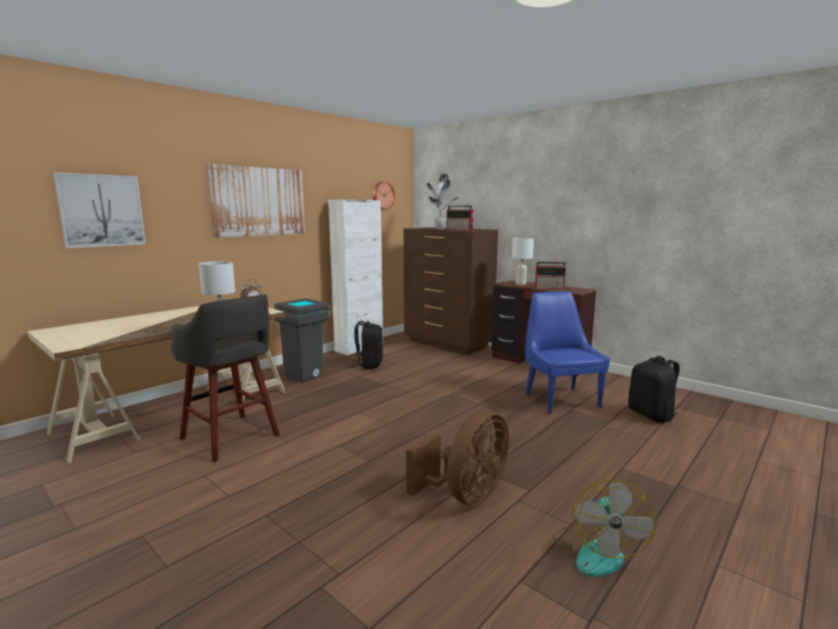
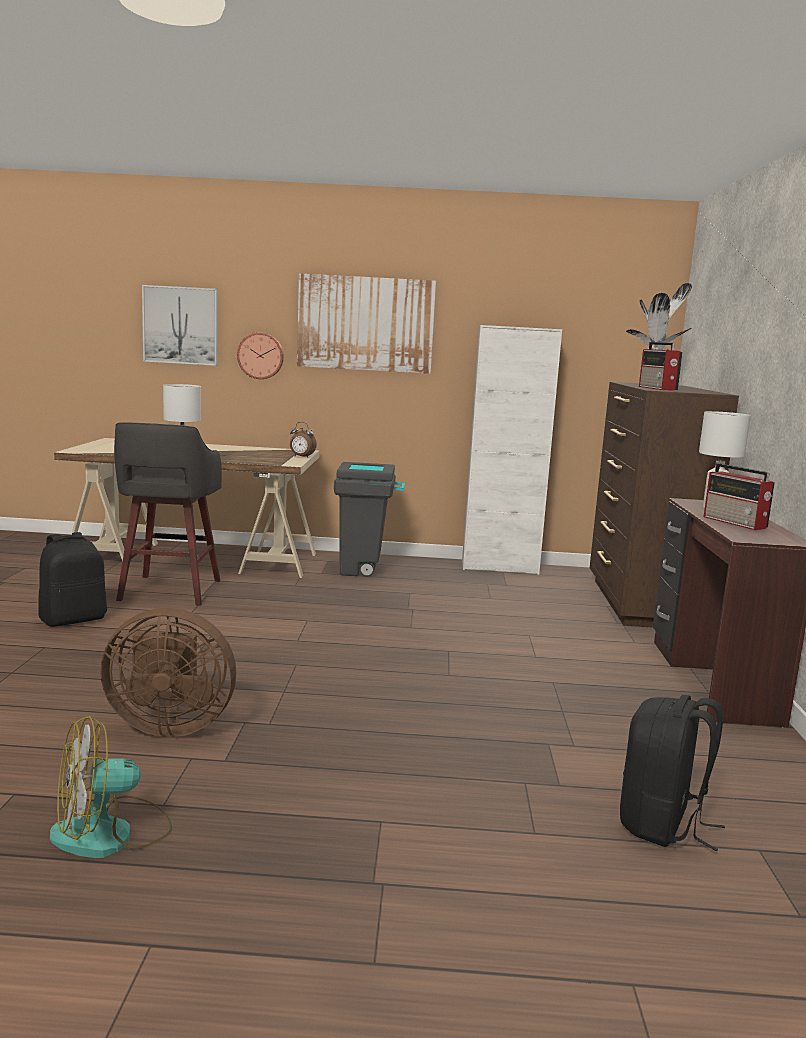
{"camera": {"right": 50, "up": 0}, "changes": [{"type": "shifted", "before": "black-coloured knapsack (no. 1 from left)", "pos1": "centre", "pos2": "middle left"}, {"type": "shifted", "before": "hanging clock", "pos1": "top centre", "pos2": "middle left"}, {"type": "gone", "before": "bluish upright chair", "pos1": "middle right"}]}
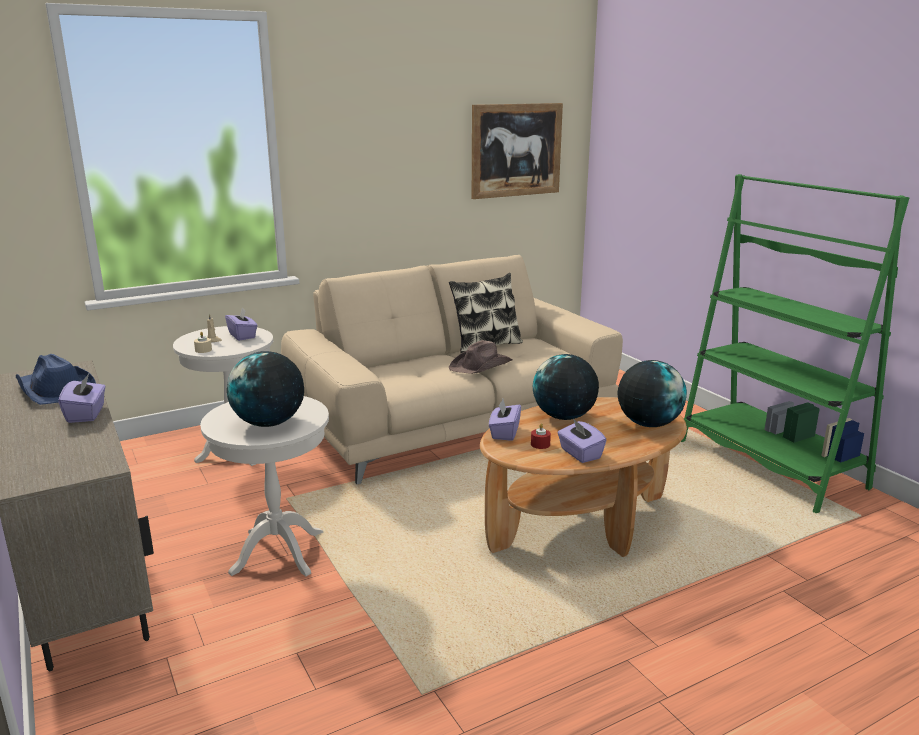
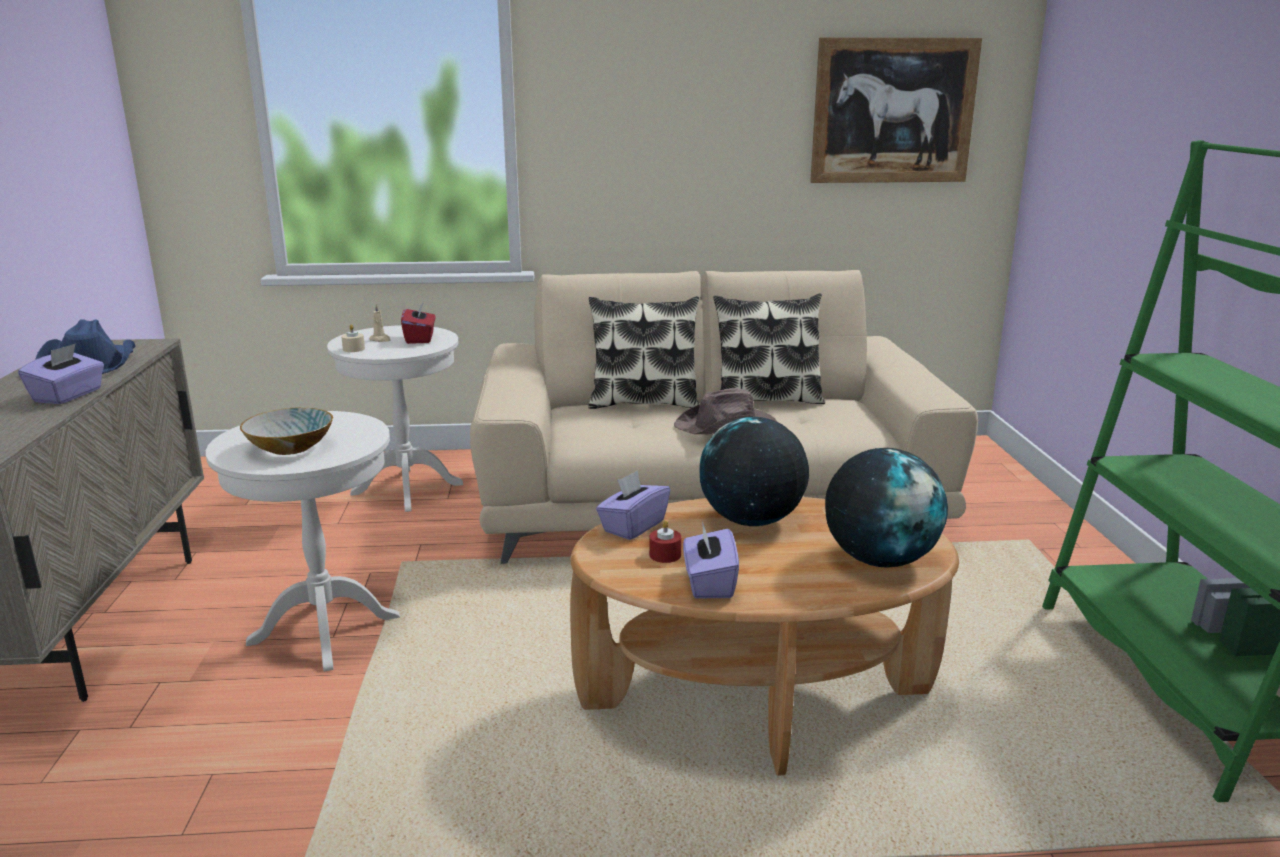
{"camera": {"right": 25, "up": 0}, "changes": [{"type": "swapped", "before": "globe (no. 1 from left)", "after": "deep dish", "pos1": "middle left", "pos2": "middle left"}, {"type": "repainted", "before": "purple box of tissues (no. 2 from left)", "after": "red-coloured box of tissues", "pos1": "middle left", "pos2": "middle left"}, {"type": "new", "after": "cushion (no. 1 from left)", "pos2": "centre"}]}
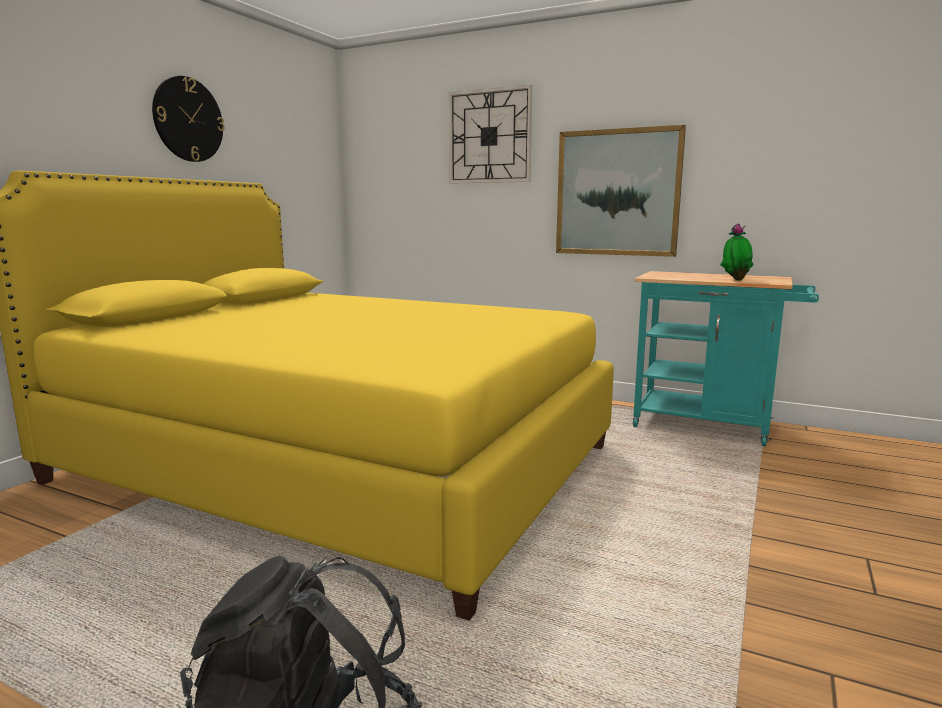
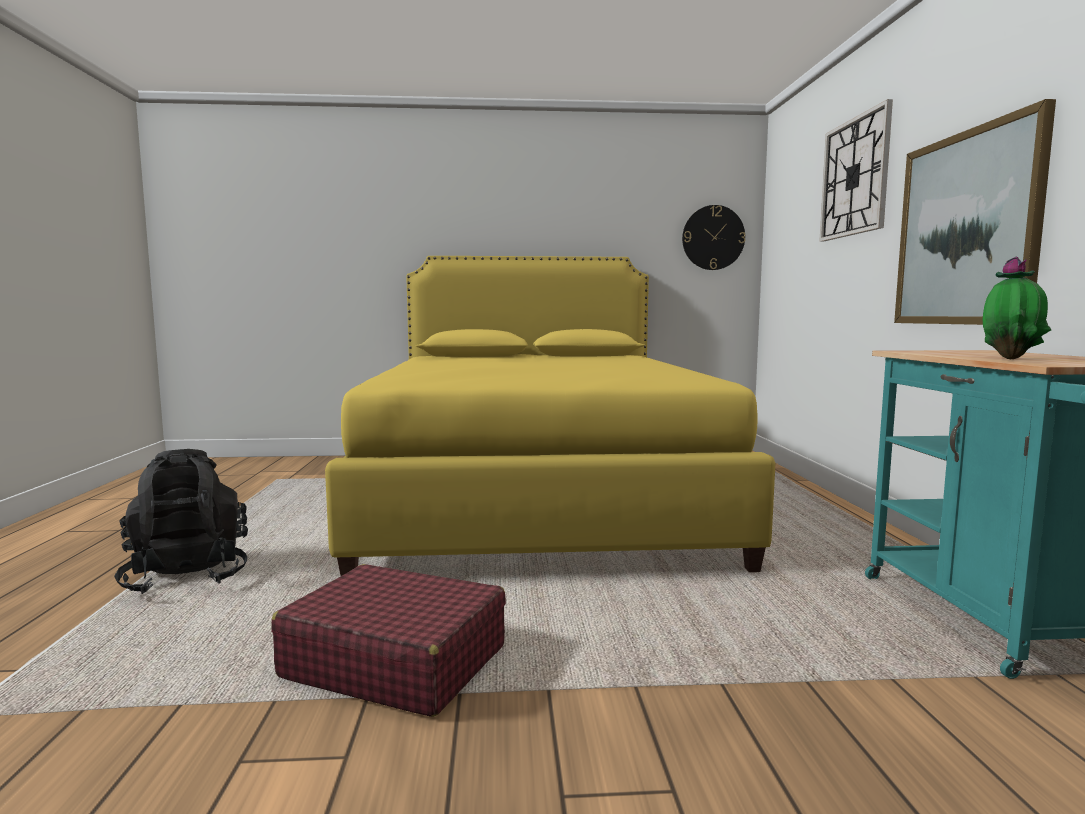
{"camera": {"right": 60, "up": -5}, "changes": [{"type": "new", "after": "red-coloured travel case", "pos2": "bottom centre"}, {"type": "shifted", "before": "hanging clock (no. 1 from left)", "pos1": "top left", "pos2": "top centre"}]}
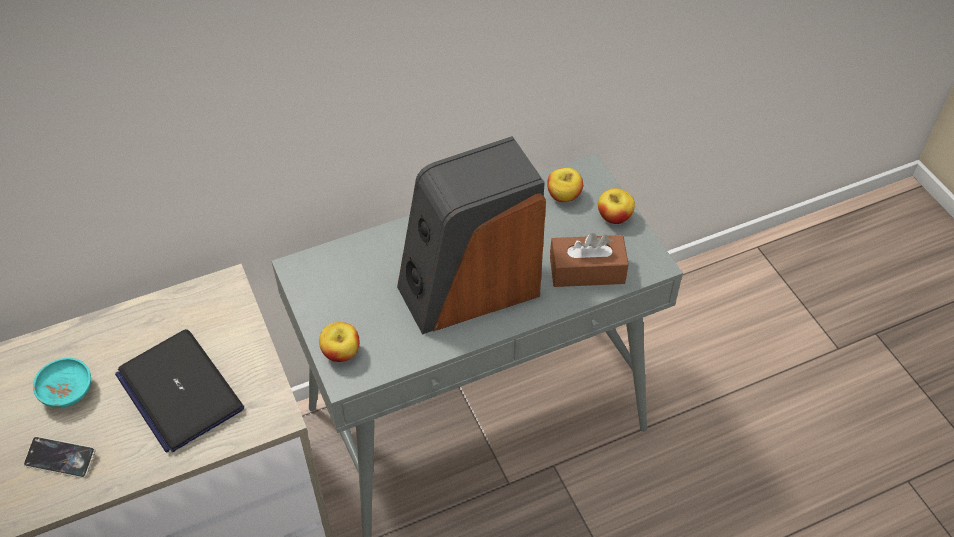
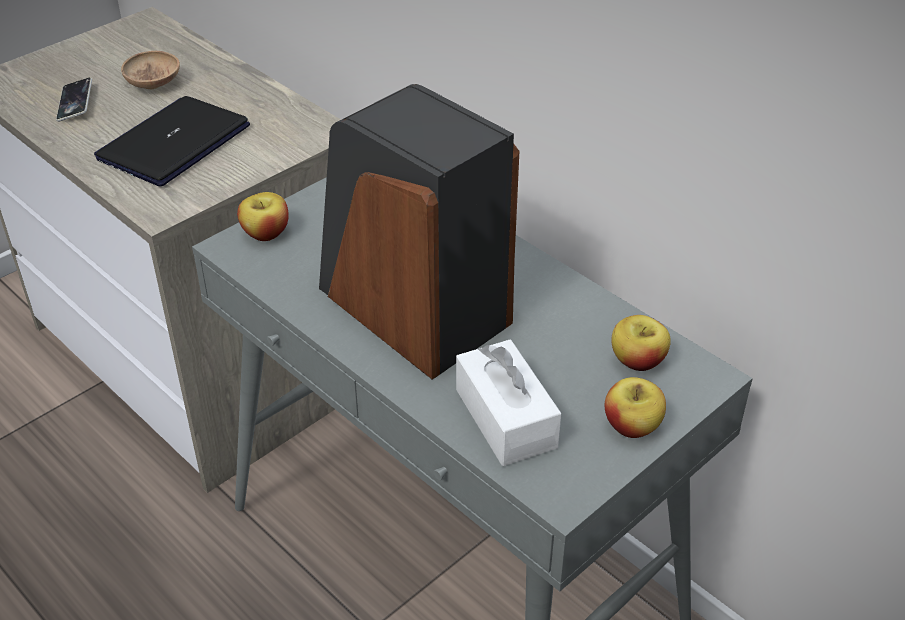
{"camera": {"right": 70, "up": -10}, "changes": [{"type": "repainted", "before": "turquoise deep dish", "after": "brown deep dish", "pos1": "bottom left", "pos2": "top left"}, {"type": "repainted", "before": "brown box of tissues", "after": "white-coloured box of tissues", "pos1": "centre", "pos2": "centre"}]}
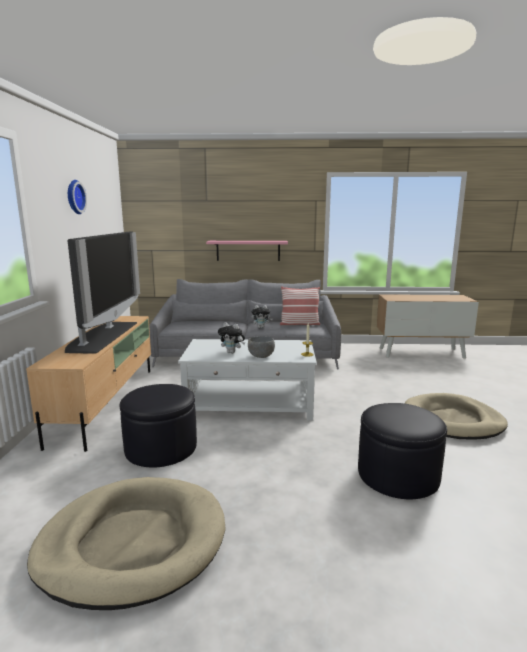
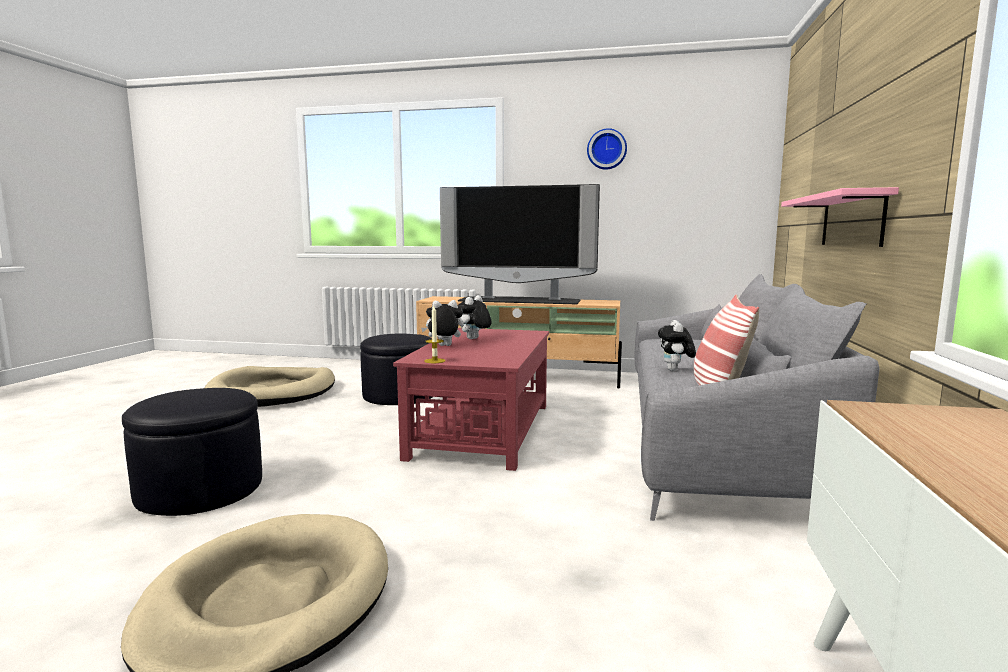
{"camera": {"right": 100, "up": -5}, "changes": [{"type": "repainted", "before": "white-coloured coffee table", "after": "red-coloured coffee table", "pos1": "centre", "pos2": "centre"}, {"type": "swapped", "before": "gray deep dish", "after": "plush toy (no. 1 from left)", "pos1": "centre", "pos2": "centre"}]}
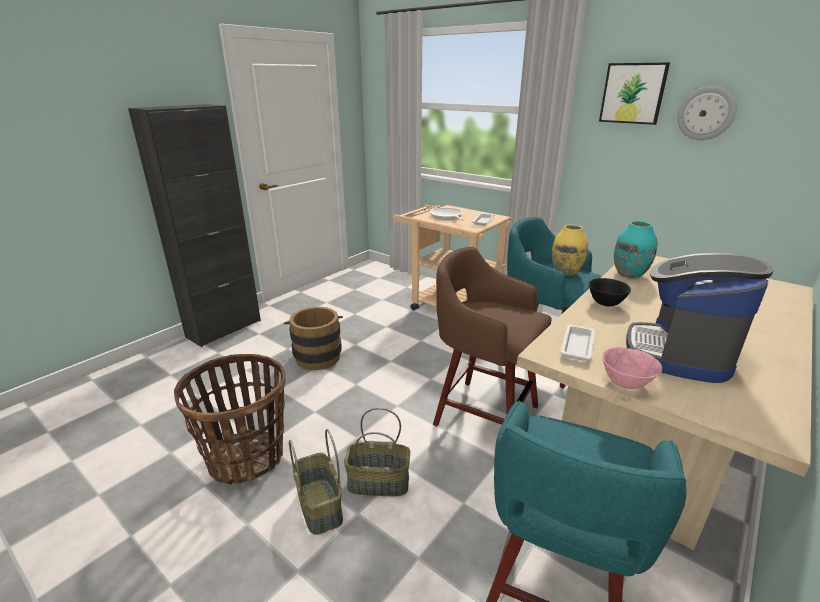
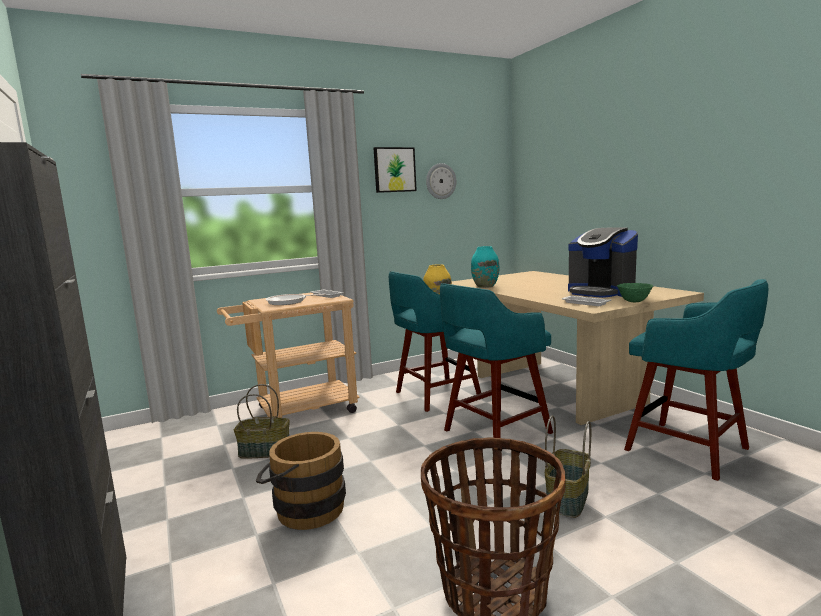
{"camera": {"right": -65, "up": -15}, "changes": [{"type": "shifted", "before": "household basket (no. 2 from left in the first image)", "after": "household basket (no. 1 from left)", "pos1": "bottom centre", "pos2": "bottom left"}, {"type": "repainted", "before": "brown stool", "after": "turquoise stool (no. 2 from left)", "pos1": "centre", "pos2": "centre"}, {"type": "repainted", "before": "pinkish deep dish", "after": "green deep dish", "pos1": "middle right", "pos2": "middle right"}, {"type": "gone", "before": "black-coloured deep dish", "pos1": "middle right"}]}
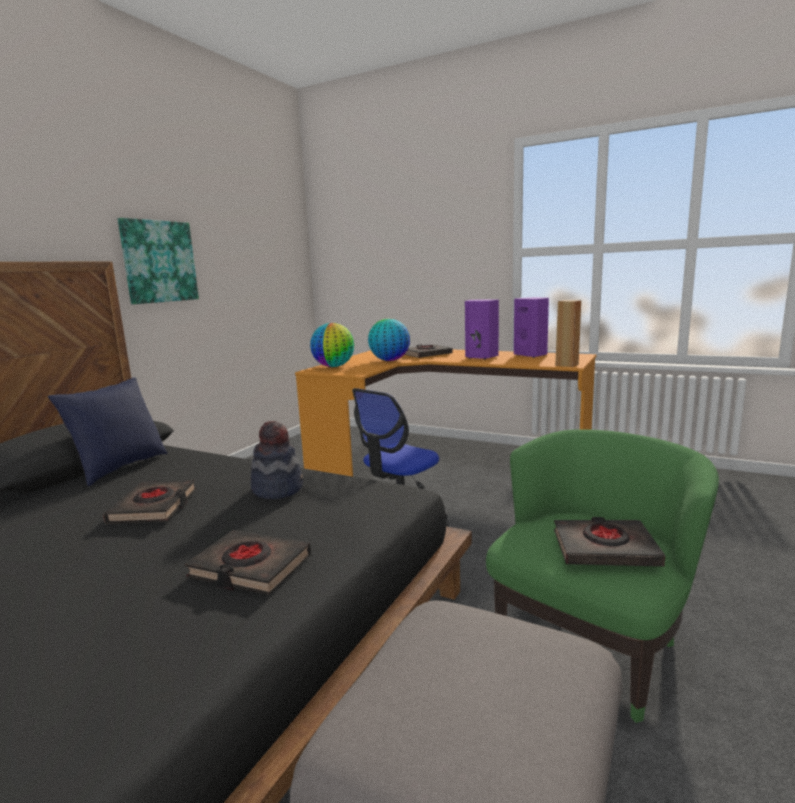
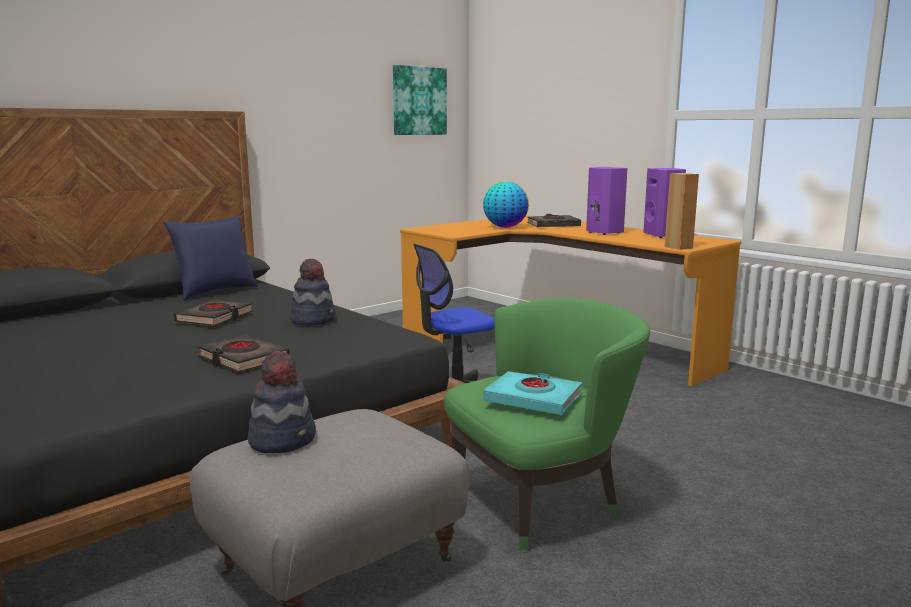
{"camera": {"right": 20, "up": 0}, "changes": [{"type": "new", "after": "hat (no. 1 from left)", "pos2": "middle left"}, {"type": "shifted", "before": "wall picture", "pos1": "top left", "pos2": "top centre"}, {"type": "repainted", "before": "black-coloured volume (no. 4 from left)", "after": "turquoise volume", "pos1": "bottom right", "pos2": "centre"}, {"type": "gone", "before": "globe (no. 1 from left)", "pos1": "centre"}]}
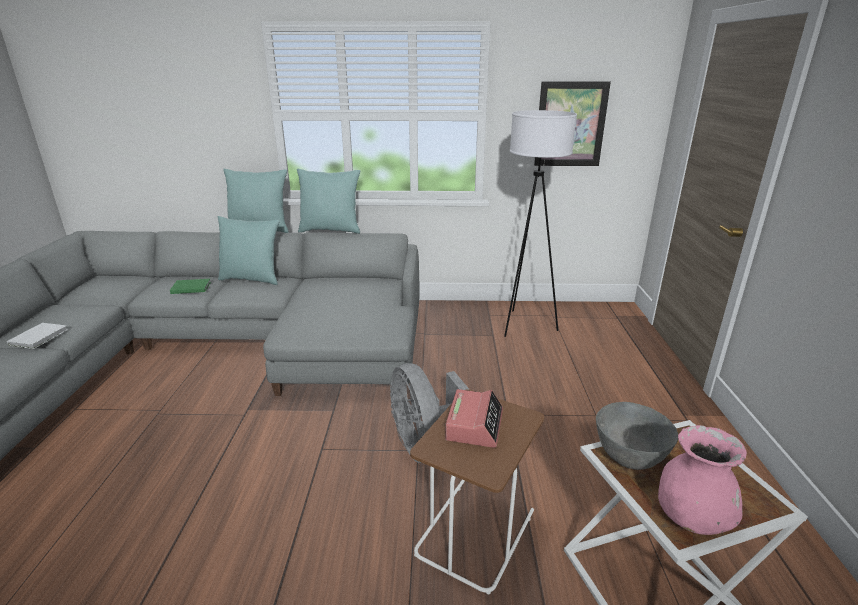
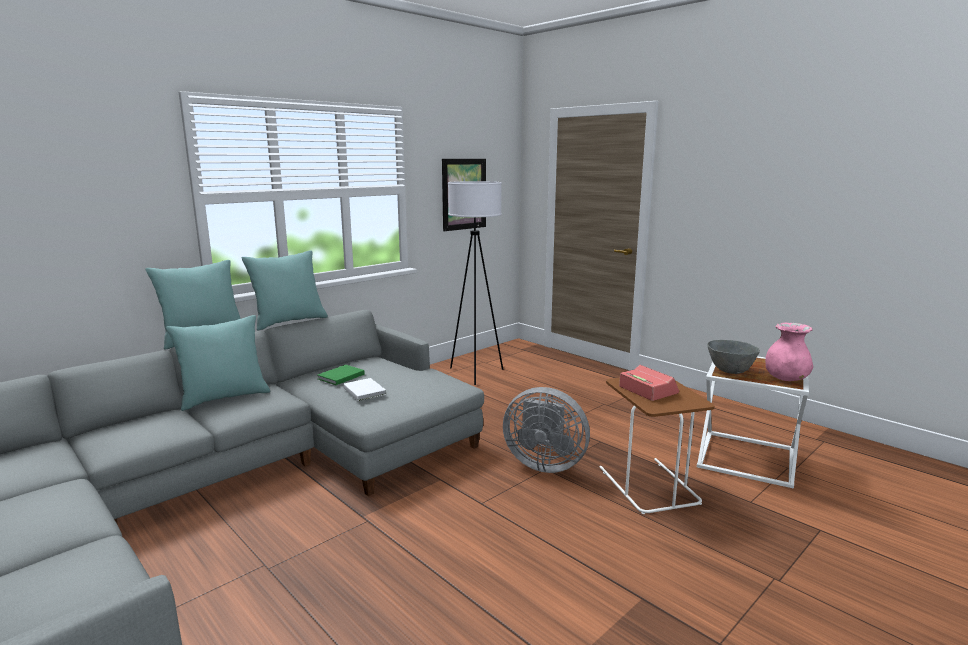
{"camera": {"right": -45, "up": -10}, "changes": [{"type": "shifted", "before": "green volume", "pos1": "middle left", "pos2": "centre"}, {"type": "shifted", "before": "white-coloured volume", "pos1": "middle left", "pos2": "centre"}]}
